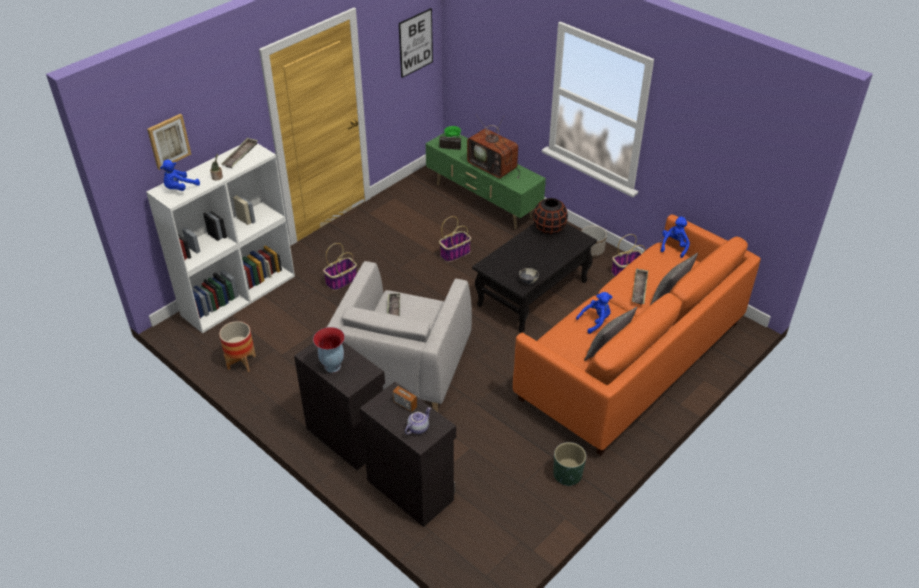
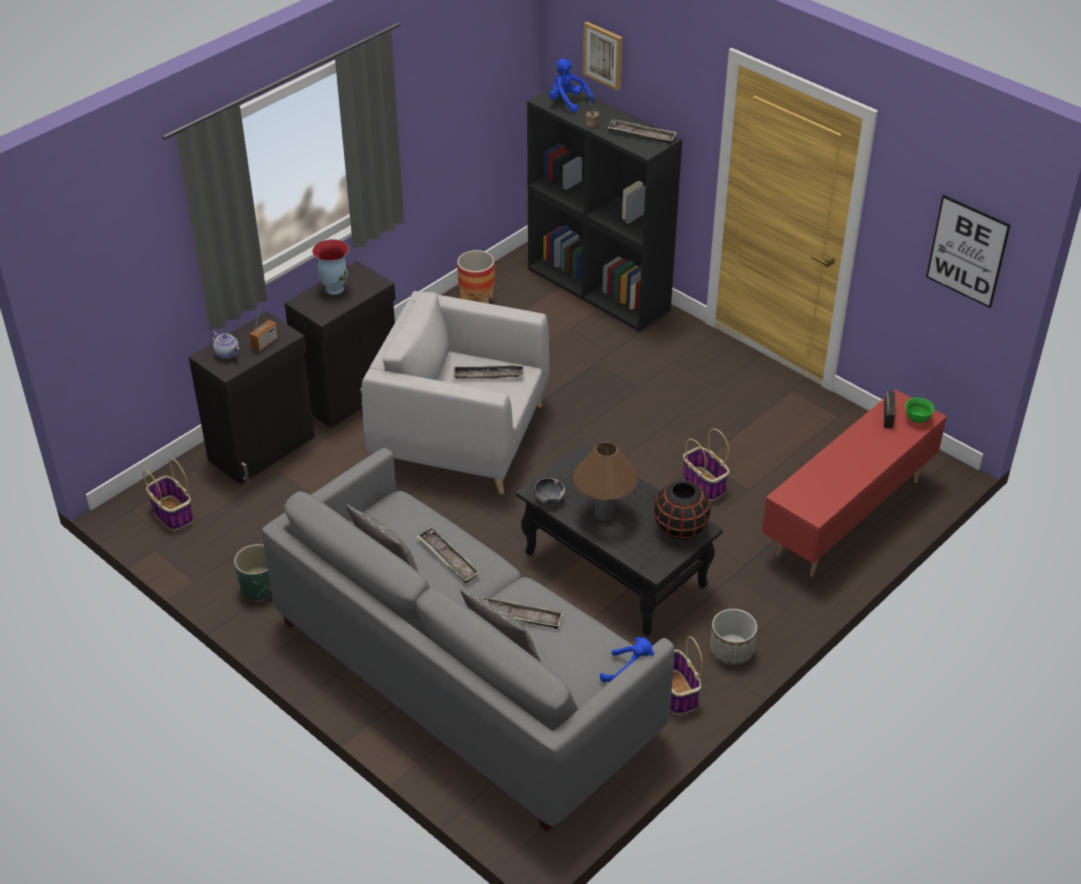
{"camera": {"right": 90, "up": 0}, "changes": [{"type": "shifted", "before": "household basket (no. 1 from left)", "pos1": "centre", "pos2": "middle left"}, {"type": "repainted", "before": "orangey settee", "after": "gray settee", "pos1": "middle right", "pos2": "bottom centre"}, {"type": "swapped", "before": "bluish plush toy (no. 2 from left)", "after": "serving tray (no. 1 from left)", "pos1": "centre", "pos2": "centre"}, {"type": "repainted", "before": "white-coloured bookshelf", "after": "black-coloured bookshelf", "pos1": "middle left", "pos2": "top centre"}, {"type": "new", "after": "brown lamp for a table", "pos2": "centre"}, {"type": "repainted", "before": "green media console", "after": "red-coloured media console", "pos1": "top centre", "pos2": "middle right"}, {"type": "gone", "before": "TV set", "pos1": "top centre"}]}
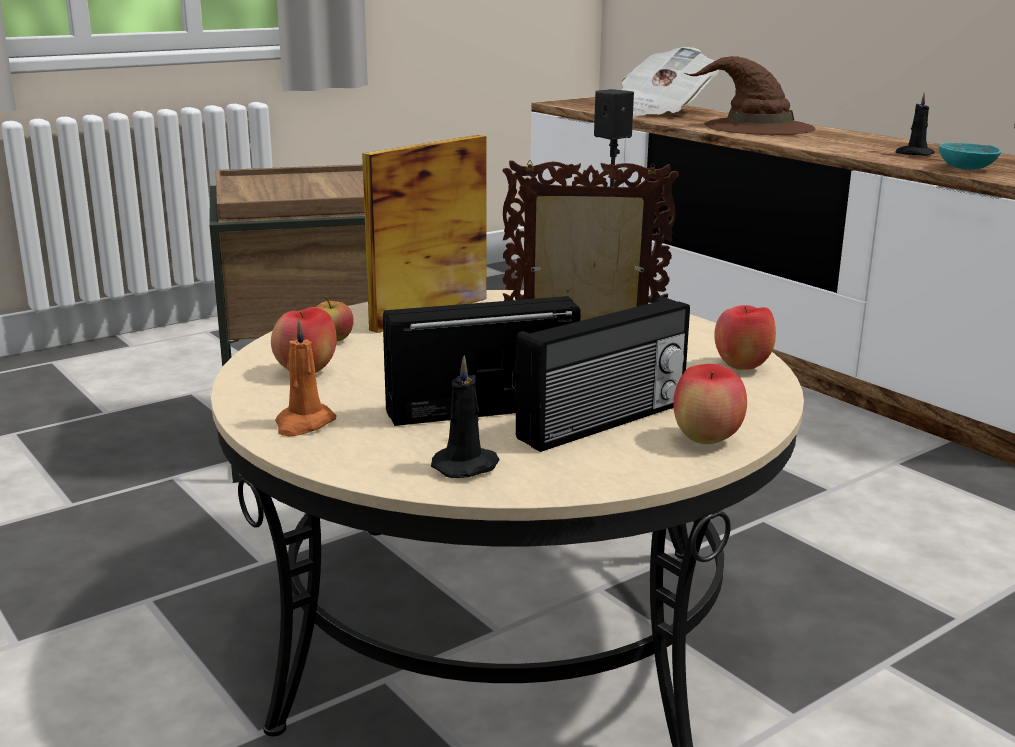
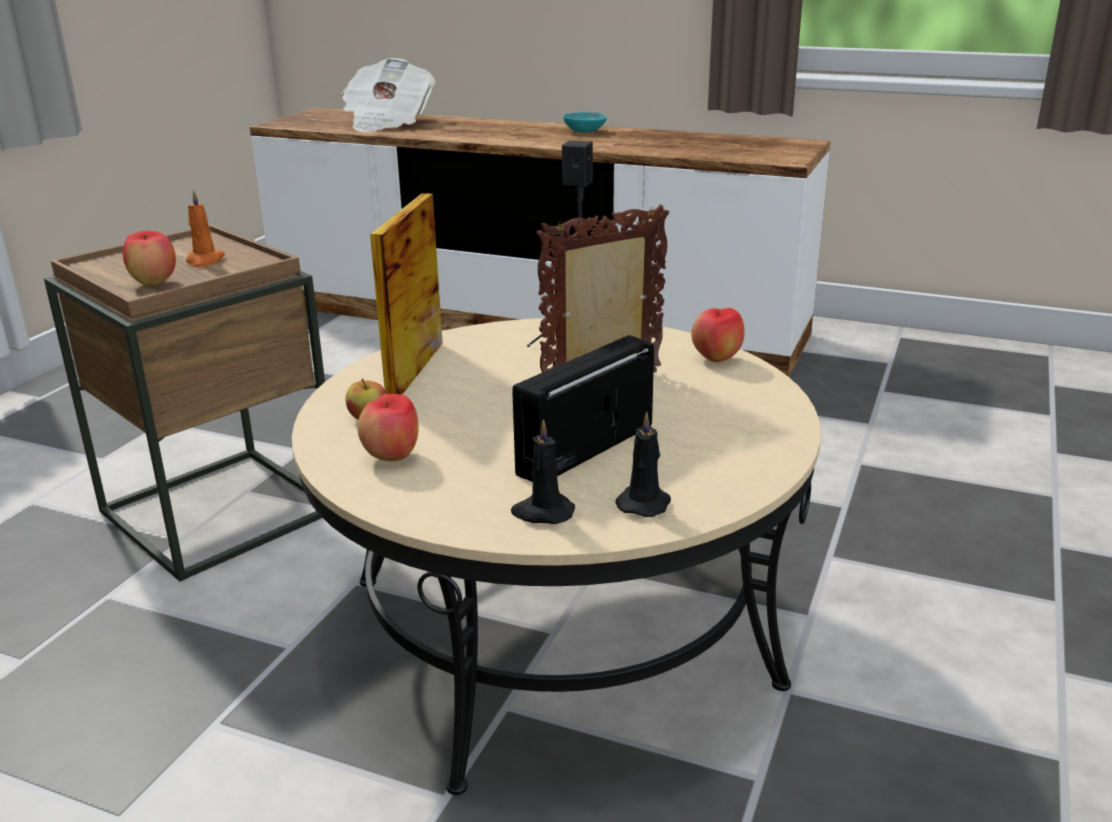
{"camera": {"right": -30, "up": 5}, "changes": [{"type": "shifted", "before": "apple (no. 3 from left in the first image)", "after": "apple (no. 1 from left)", "pos1": "middle right", "pos2": "top left"}, {"type": "shifted", "before": "orangey wax light", "pos1": "middle left", "pos2": "top left"}, {"type": "shifted", "before": "black-coloured wax light (no. 2 from left in the first image)", "after": "black-coloured wax light (no. 1 from left)", "pos1": "top right", "pos2": "centre"}, {"type": "shifted", "before": "turquoise deep dish", "pos1": "top right", "pos2": "top centre"}, {"type": "gone", "before": "radio set (no. 2 from left)", "pos1": "centre"}, {"type": "gone", "before": "brown hat", "pos1": "top right"}]}
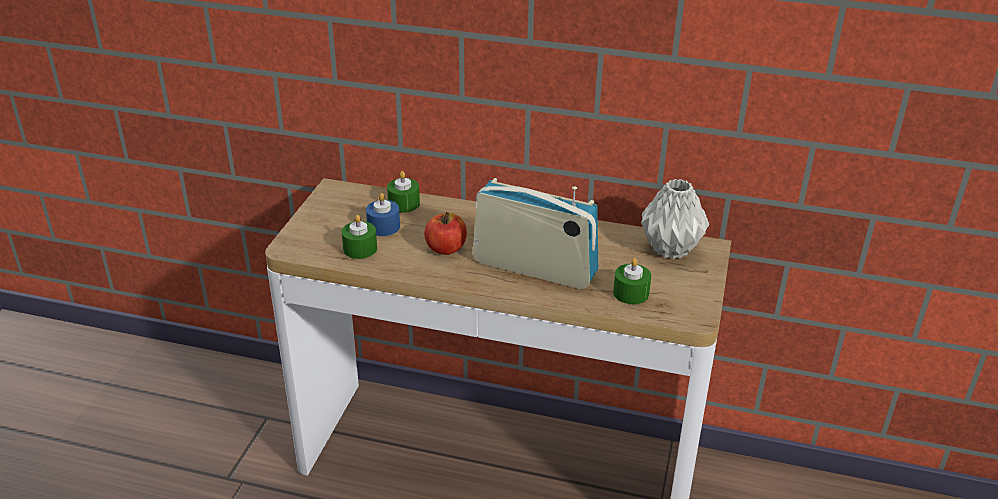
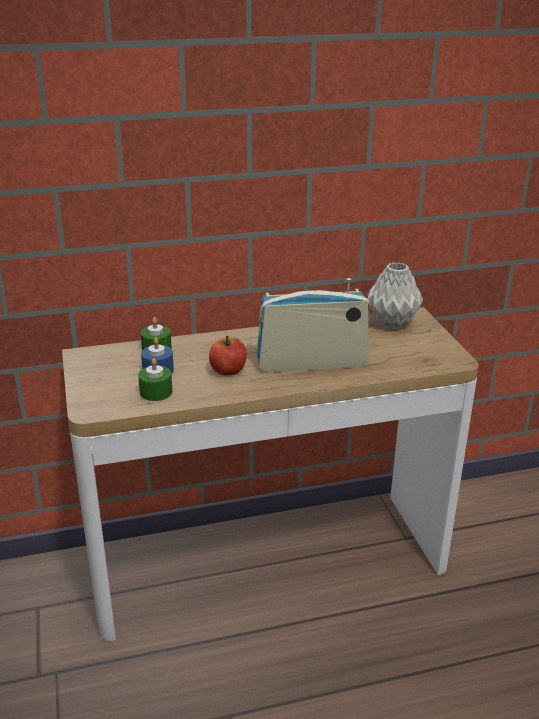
{"camera": {"right": -30, "up": -5}, "changes": [{"type": "gone", "before": "green wax light (no. 3 from left)", "pos1": "centre"}]}
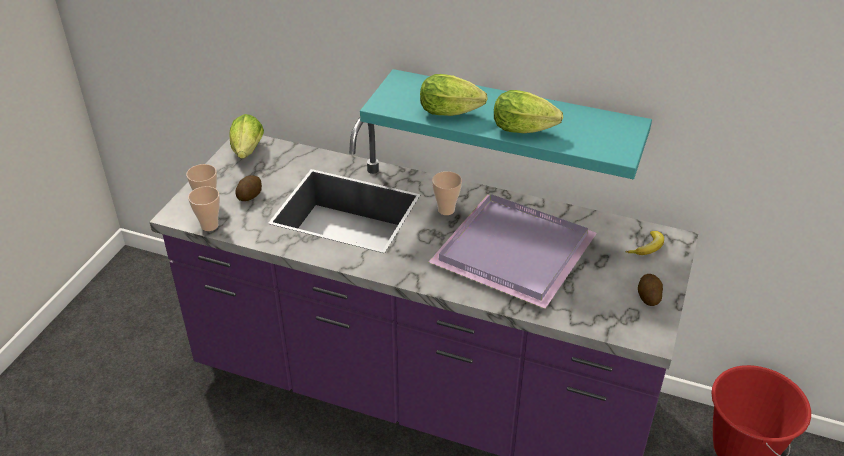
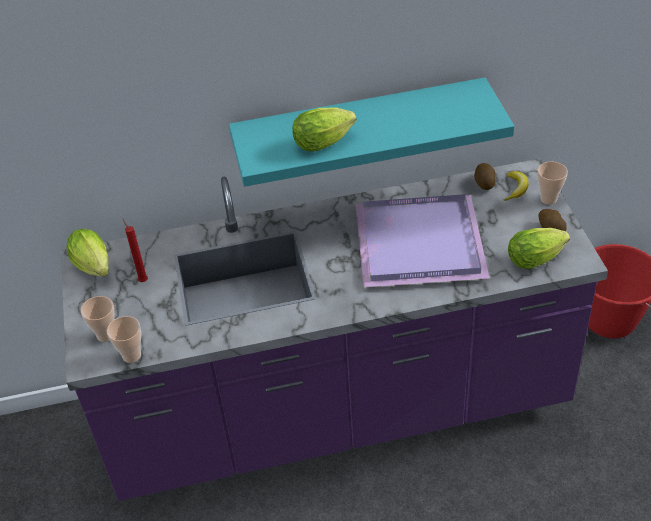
{"camera": {"right": -30, "up": 5}, "changes": [{"type": "new", "after": "red-coloured wax light", "pos2": "middle left"}, {"type": "shifted", "before": "whole potato (no. 1 from left)", "pos1": "middle left", "pos2": "middle right"}, {"type": "shifted", "before": "lettuce head (no. 3 from left)", "pos1": "top centre", "pos2": "middle right"}, {"type": "shifted", "before": "drinking cup (no. 3 from left)", "pos1": "centre", "pos2": "middle right"}]}
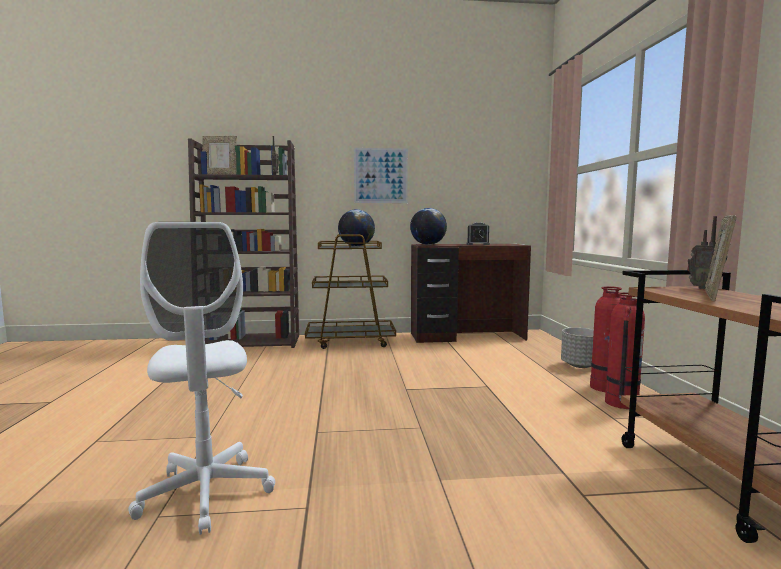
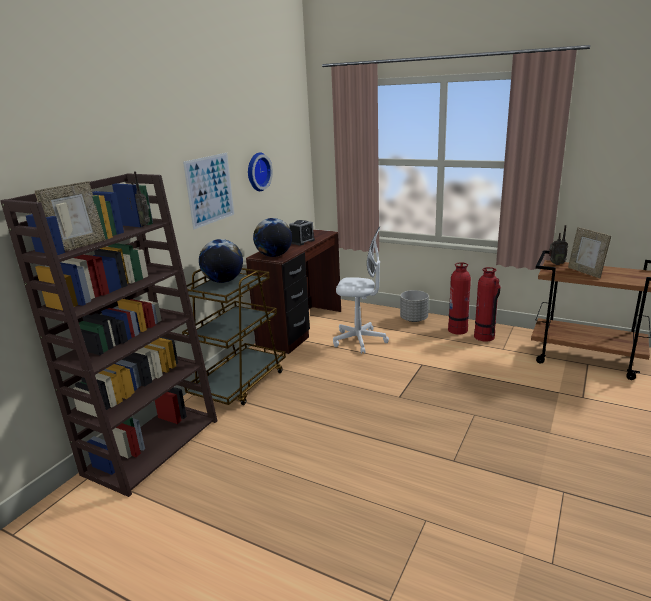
{"camera": {"right": -55, "up": 15}, "changes": [{"type": "new", "after": "hanging clock", "pos2": "top centre"}, {"type": "shifted", "before": "white-coloured computer chair", "pos1": "middle left", "pos2": "centre"}]}
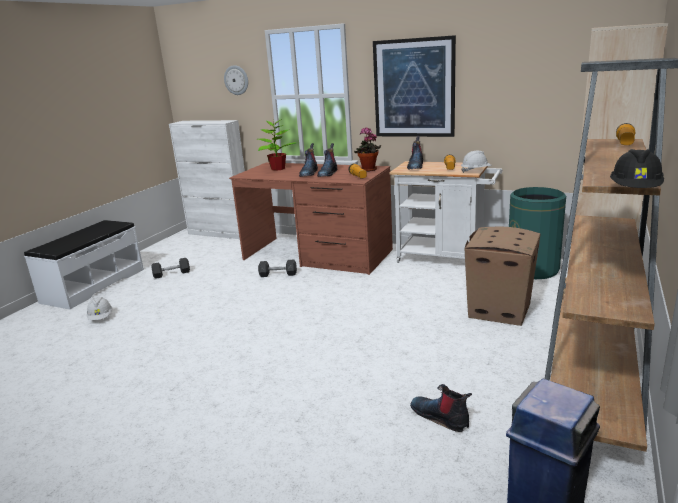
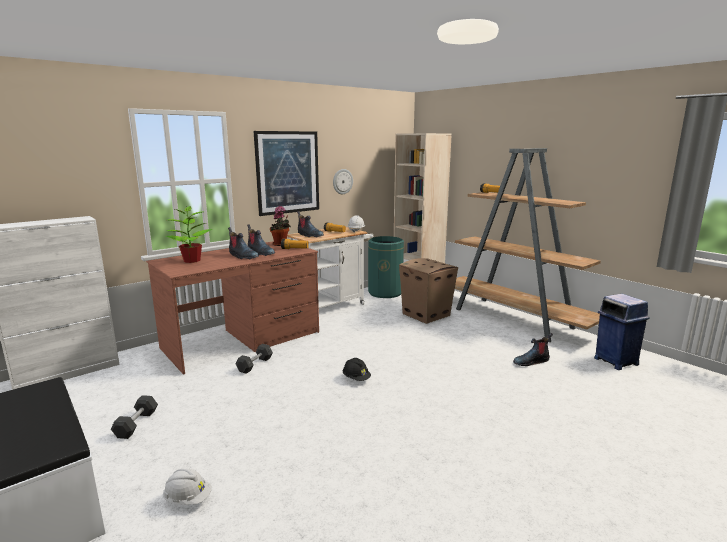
{"camera": {"right": -65, "up": -5}, "changes": [{"type": "shifted", "before": "hanging clock", "pos1": "top centre", "pos2": "centre"}, {"type": "shifted", "before": "black-coloured work helmet", "pos1": "middle right", "pos2": "bottom centre"}]}
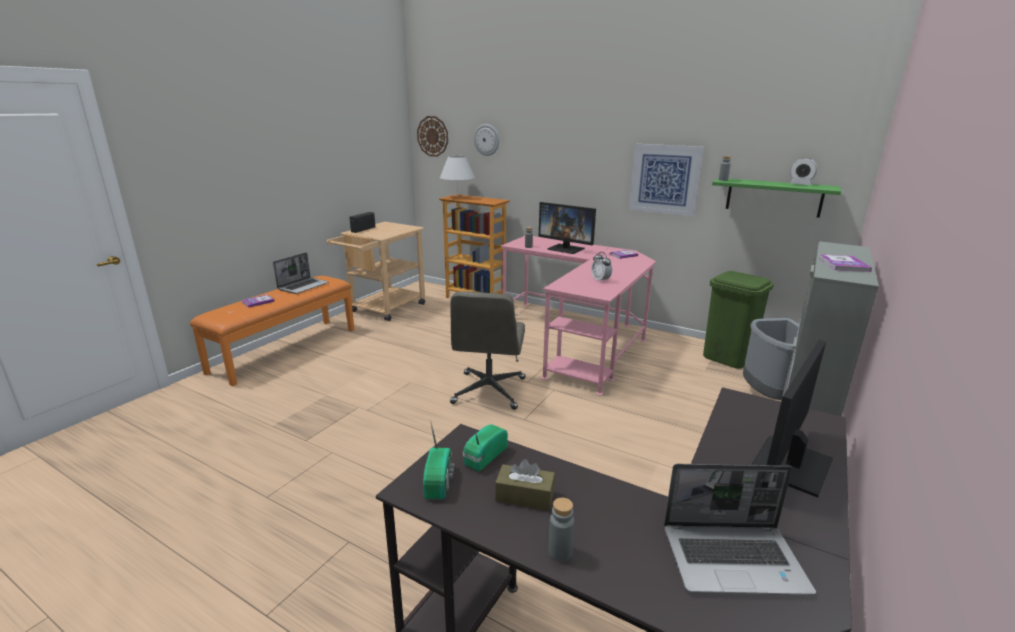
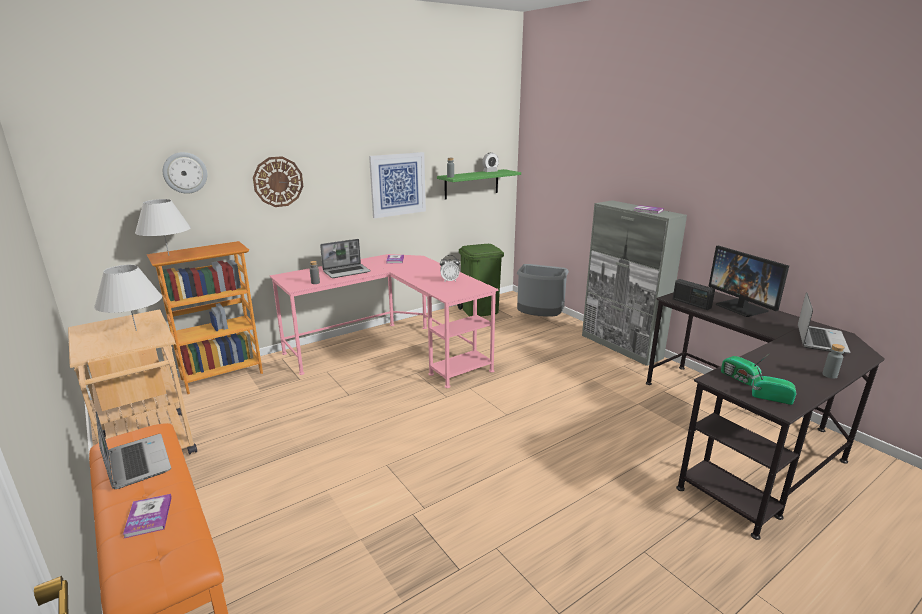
{"camera": {"right": -65, "up": 0}, "changes": [{"type": "new", "after": "white-coloured lamp for a table (no. 1 from left)", "pos2": "middle left"}, {"type": "shifted", "before": "hanging clock (no. 1 from left in the first image)", "after": "hanging clock (no. 2 from left)", "pos1": "top centre", "pos2": "top left"}, {"type": "swapped", "before": "computer display (no. 1 from left)", "after": "laptop (no. 2 from left)", "pos1": "centre", "pos2": "centre"}, {"type": "shifted", "before": "radio set (no. 1 from left)", "pos1": "centre", "pos2": "middle right"}, {"type": "gone", "before": "gray computer chair", "pos1": "centre"}, {"type": "gone", "before": "brown box of tissues", "pos1": "bottom centre"}]}
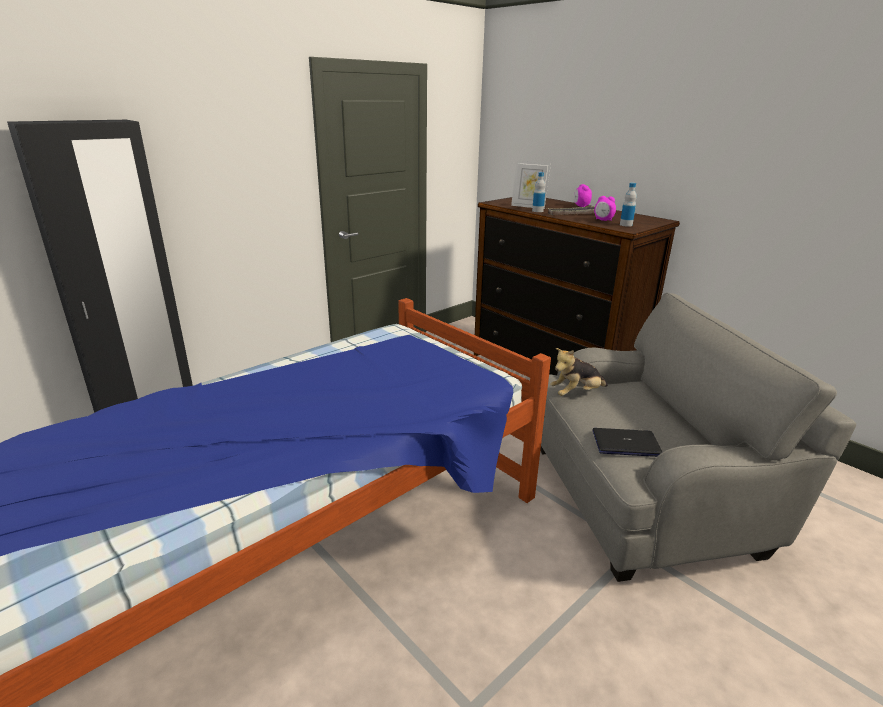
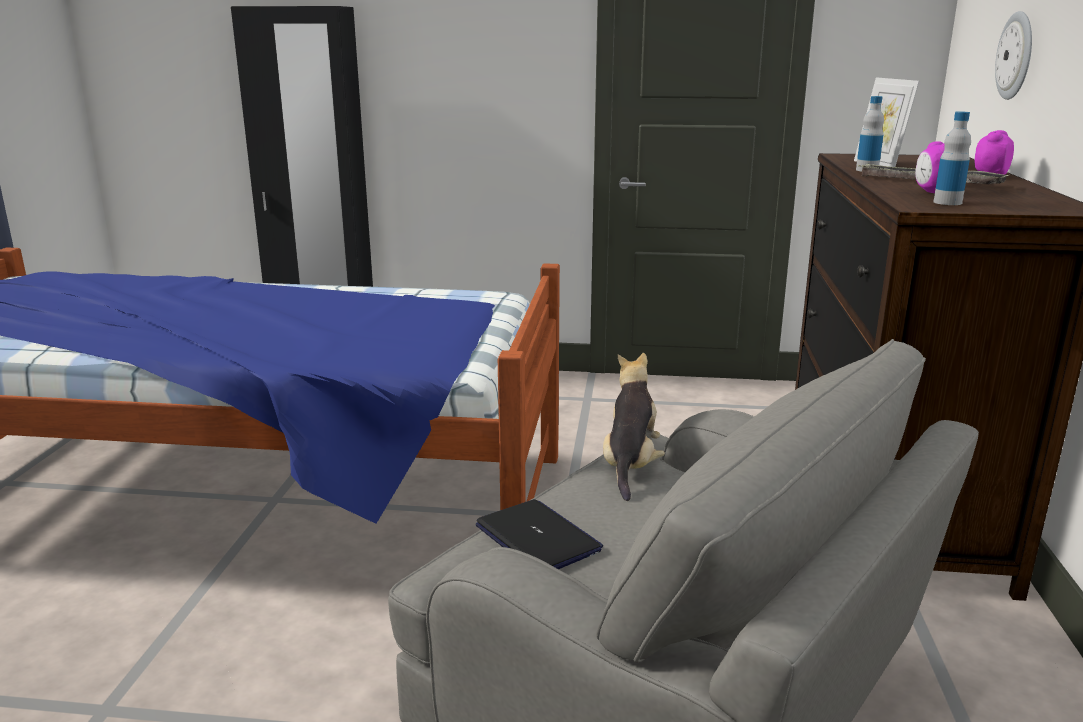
{"camera": {"right": 50, "up": -5}, "changes": [{"type": "rotated", "before": "plush toy", "pos1": "centre", "pos2": "centre", "turn": 75}, {"type": "new", "after": "hanging clock", "pos2": "top right"}]}
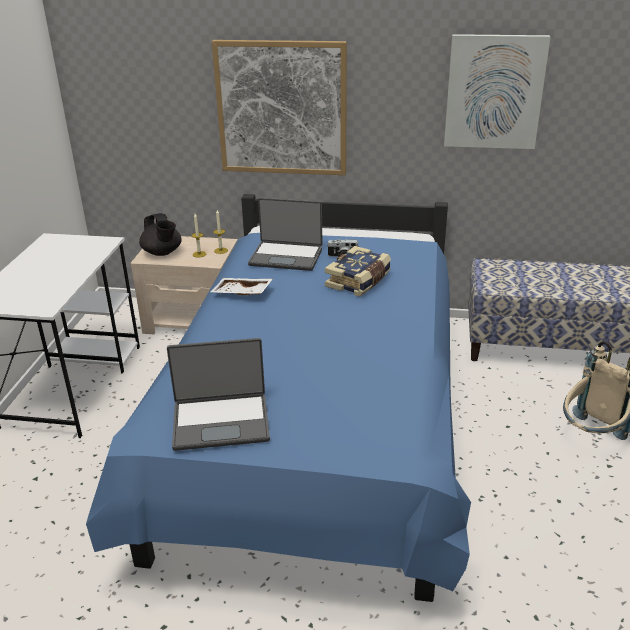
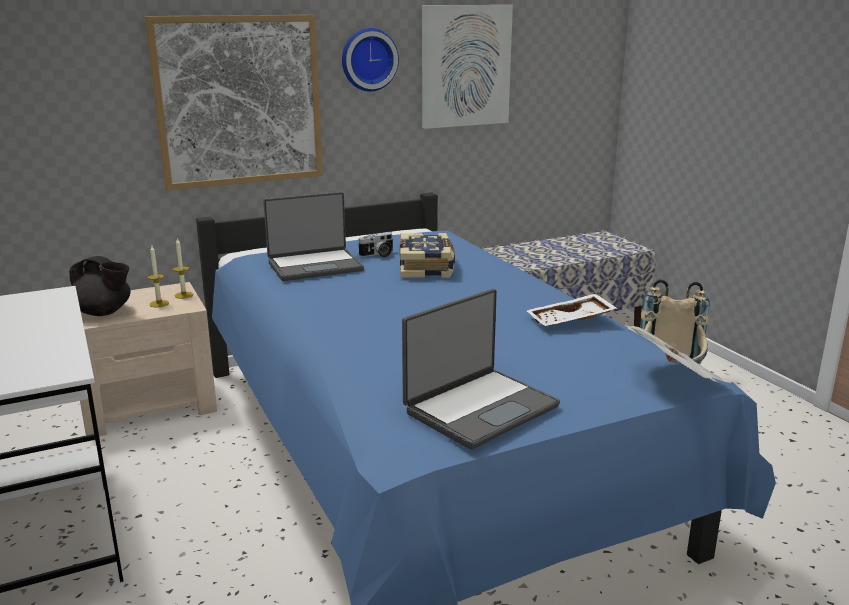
{"camera": {"right": -35, "up": -10}, "changes": [{"type": "new", "after": "hanging clock", "pos2": "top centre"}, {"type": "shifted", "before": "white-coloured serving tray", "pos1": "centre", "pos2": "middle right"}, {"type": "new", "after": "daily paper", "pos2": "middle right"}]}
